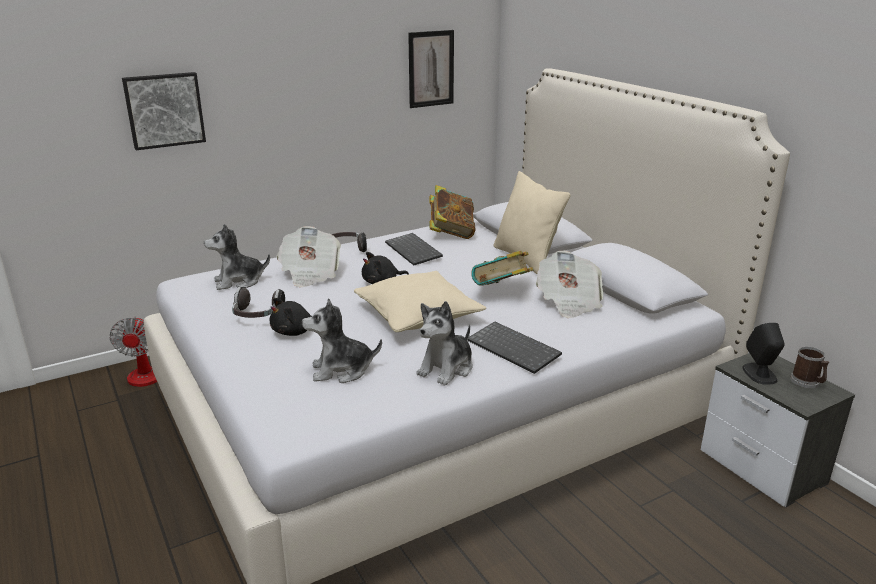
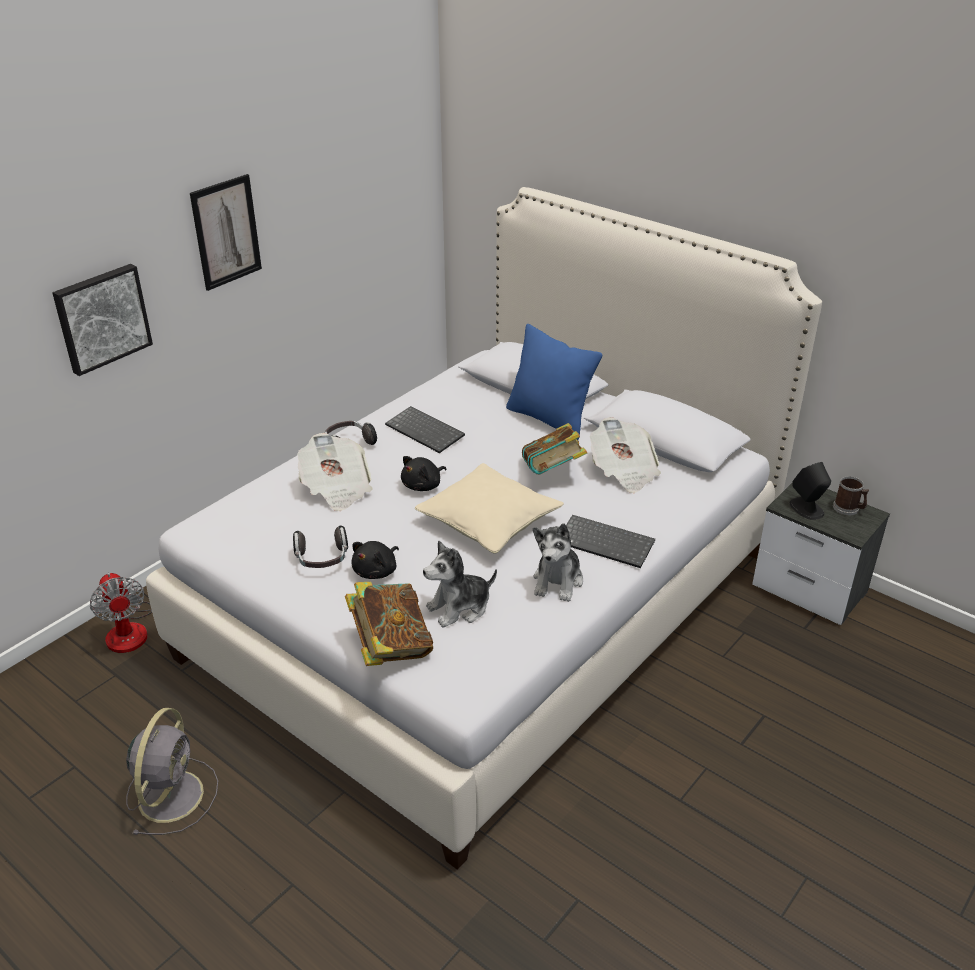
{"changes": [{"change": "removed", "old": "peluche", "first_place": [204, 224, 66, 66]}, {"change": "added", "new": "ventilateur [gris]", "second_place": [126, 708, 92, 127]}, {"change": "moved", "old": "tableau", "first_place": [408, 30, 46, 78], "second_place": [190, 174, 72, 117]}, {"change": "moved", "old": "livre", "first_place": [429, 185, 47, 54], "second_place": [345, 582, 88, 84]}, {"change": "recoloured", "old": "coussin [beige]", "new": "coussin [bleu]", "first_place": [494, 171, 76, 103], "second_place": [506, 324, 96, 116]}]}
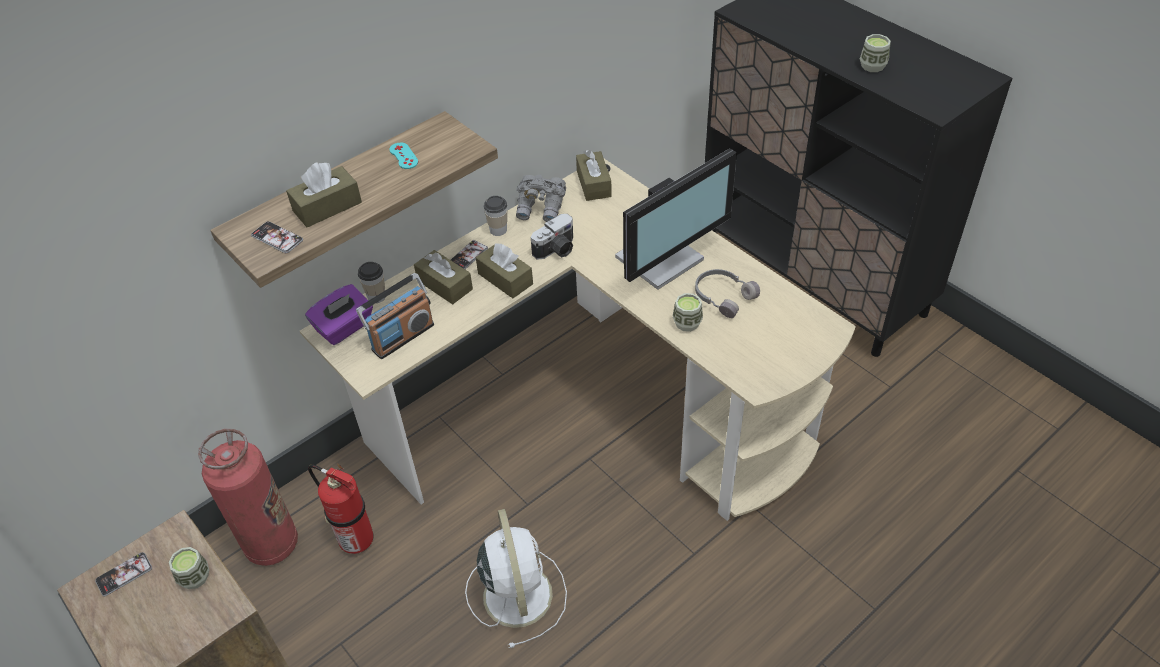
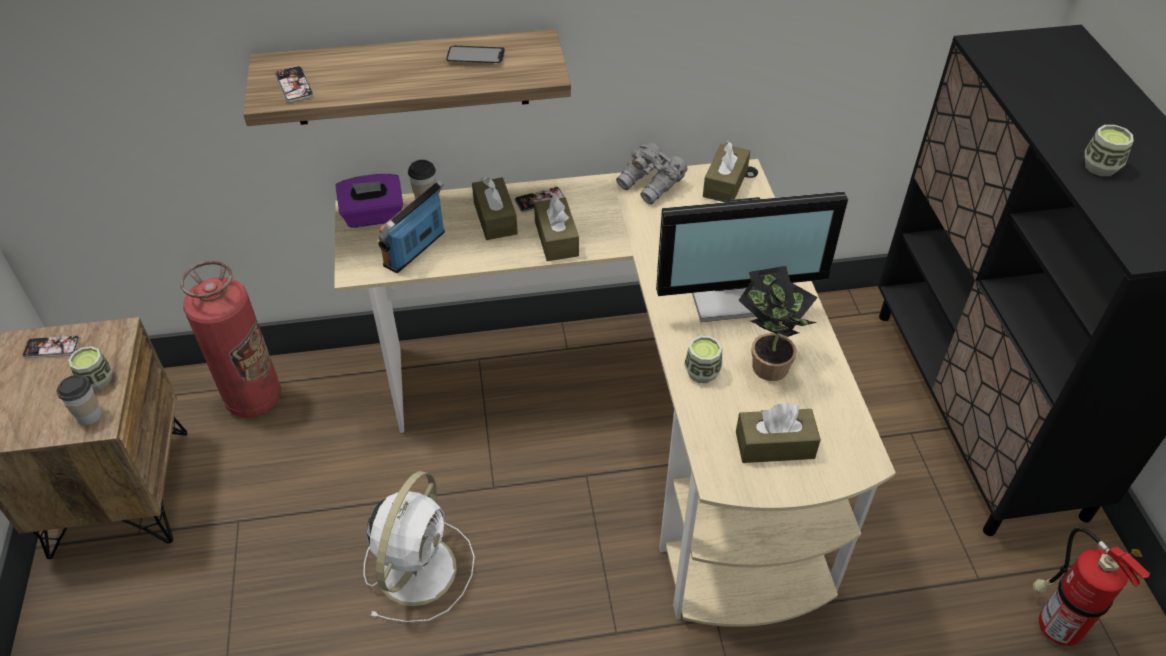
{"changes": [{"change": "removed", "old": "appareil photo", "first_place": [531, 214, 42, 46]}, {"change": "moved", "old": "boîte à mouchoirs [marron]", "first_place": [286, 162, 76, 65], "second_place": [736, 403, 85, 60]}, {"change": "moved", "old": "extincteur", "first_place": [308, 464, 65, 90], "second_place": [1033, 527, 117, 119]}, {"change": "moved", "old": "tasse", "first_place": [484, 196, 23, 40], "second_place": [57, 375, 45, 50]}, {"change": "replaced", "old": "manette [turquoise]", "new": "téléphone", "first_place": [389, 143, 29, 26], "second_place": [446, 46, 59, 17]}, {"change": "replaced", "old": "casque audio [gris]", "new": "plante en pot", "first_place": [695, 269, 65, 49], "second_place": [739, 266, 79, 115]}, {"change": "turned", "old": "radio", "first_place": [356, 273, 78, 86], "second_place": [378, 180, 67, 93], "degrees": 135}]}
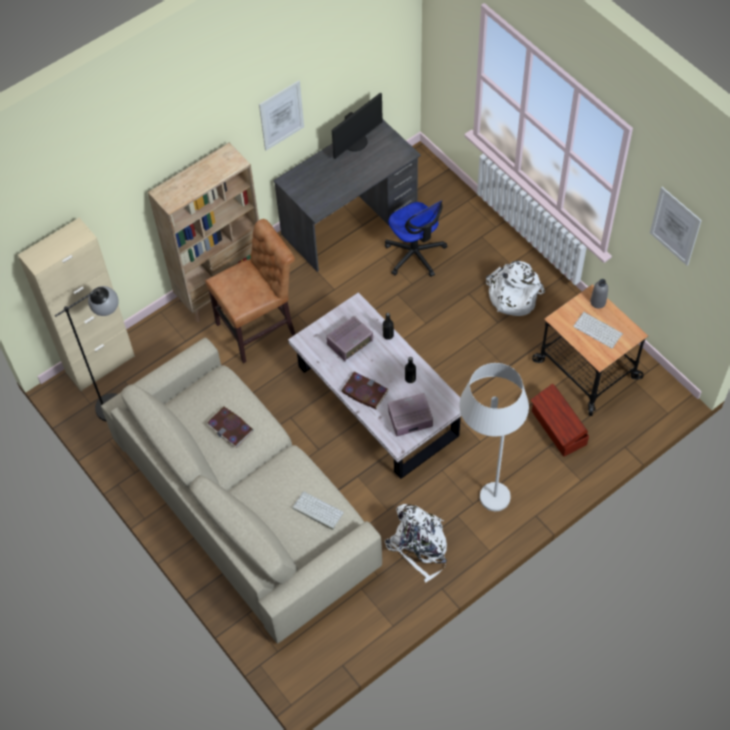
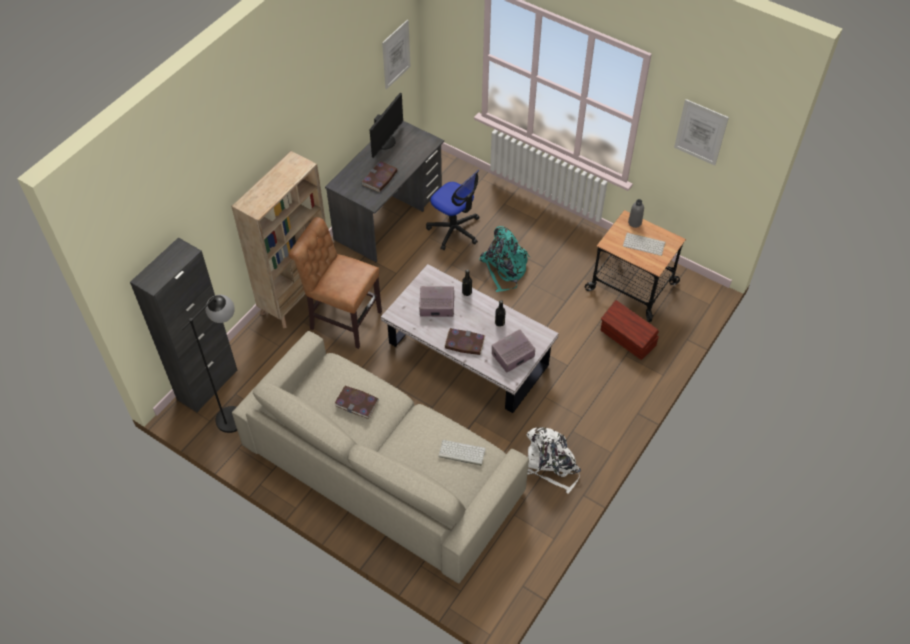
{"changes": [{"change": "removed", "old": "lampadaire [blanc]", "first_place": [459, 363, 70, 148]}, {"change": "removed", "old": "sac à dos [blanc]", "first_place": [486, 261, 59, 55]}, {"change": "added", "new": "livre", "second_place": [362, 161, 35, 31]}, {"change": "added", "new": "sac à dos [turquoise]", "second_place": [479, 226, 51, 66]}, {"change": "moved", "old": "tableau", "first_place": [259, 80, 45, 71], "second_place": [382, 20, 29, 70]}, {"change": "recoloured", "old": "meuble de rangement [beige]", "new": "meuble de rangement [noir]", "first_place": [18, 218, 117, 173], "second_place": [130, 237, 108, 176]}, {"change": "turned", "old": "chaise [marron]", "first_place": [205, 219, 90, 144], "second_place": [289, 217, 93, 132], "degrees": -105}, {"change": "turned", "old": "radio", "first_place": [326, 316, 47, 46], "second_place": [419, 286, 35, 31], "degrees": -120}]}
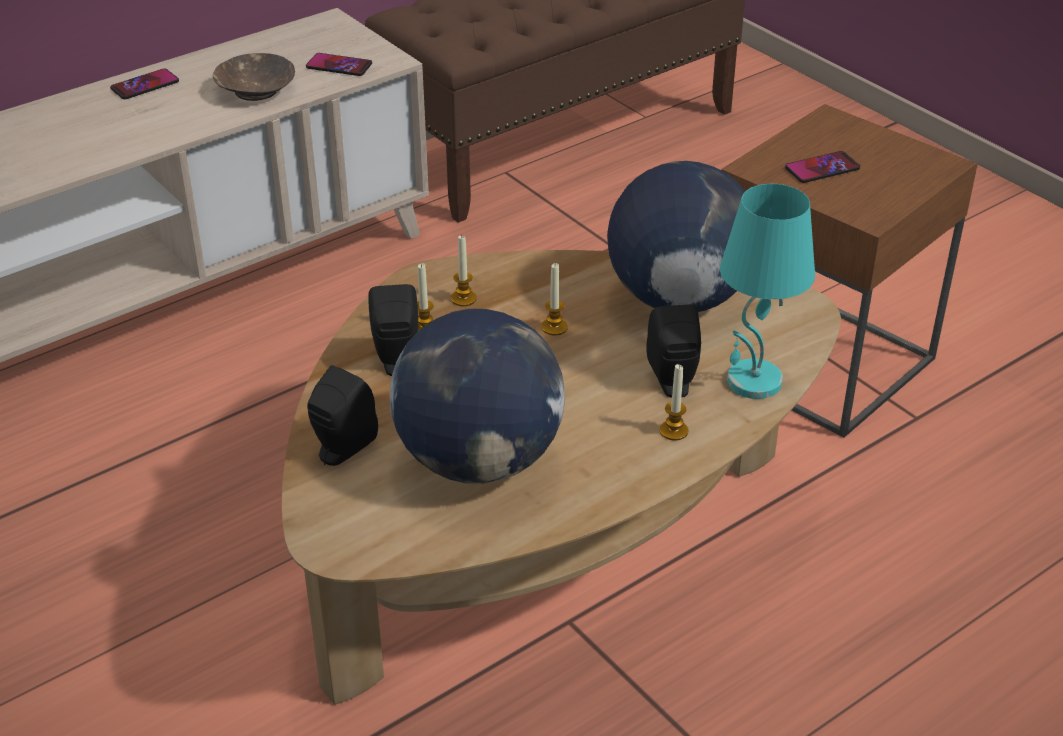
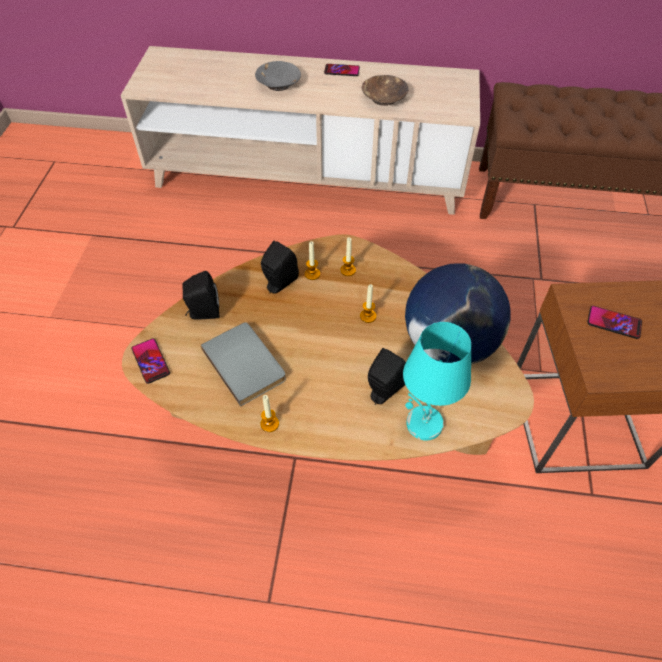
{"changes": [{"change": "added", "new": "bol [gris]", "second_place": [255, 61, 46, 30]}, {"change": "moved", "old": "téléphone", "first_place": [306, 53, 66, 23], "second_place": [131, 338, 39, 46]}, {"change": "moved", "old": "bougie", "first_place": [660, 364, 28, 76], "second_place": [261, 395, 18, 37]}, {"change": "replaced", "old": "globe", "new": "livre [gris]", "first_place": [389, 309, 176, 175], "second_place": [201, 322, 85, 84]}]}
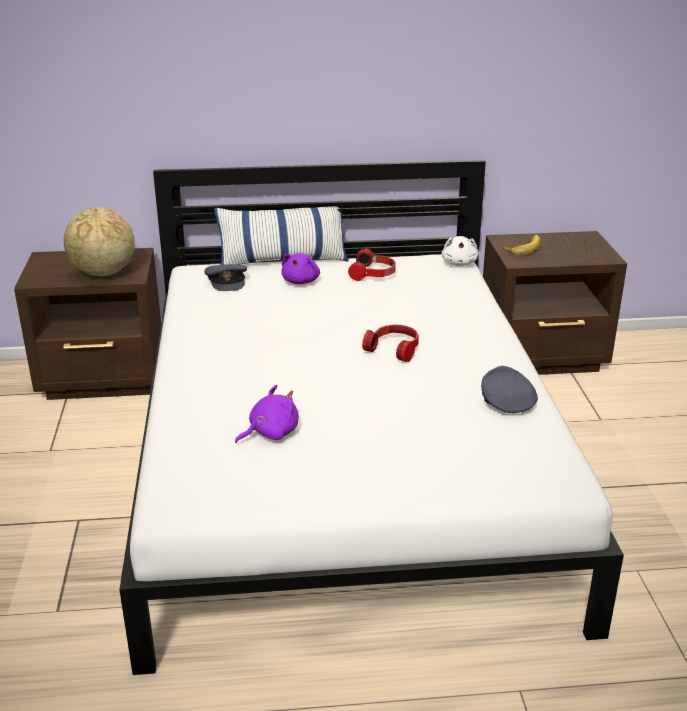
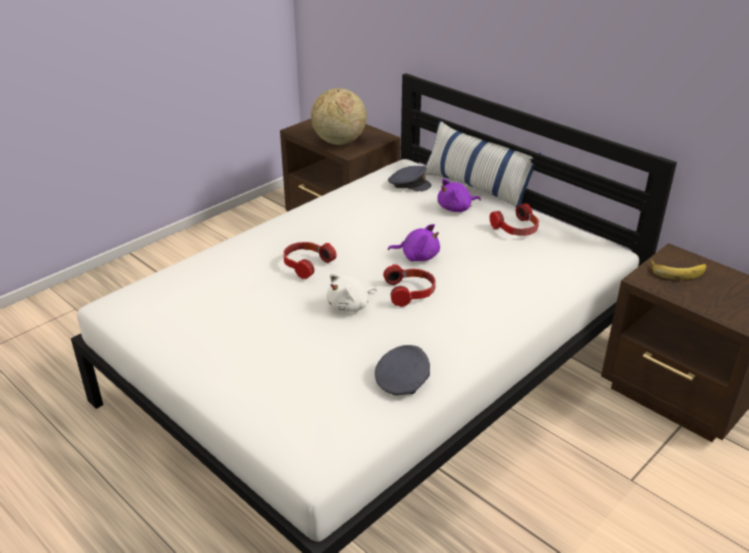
{"changes": [{"change": "added", "new": "casque audio", "second_place": [283, 242, 54, 37]}, {"change": "moved", "old": "peluche [violet]", "first_place": [235, 385, 64, 58], "second_place": [388, 224, 52, 37]}, {"change": "moved", "old": "peluche [blanc]", "first_place": [441, 236, 38, 30], "second_place": [326, 273, 51, 39]}, {"change": "turned", "old": "casquette [gris]", "first_place": [204, 264, 43, 27], "second_place": [388, 166, 43, 25], "degrees": -105}]}
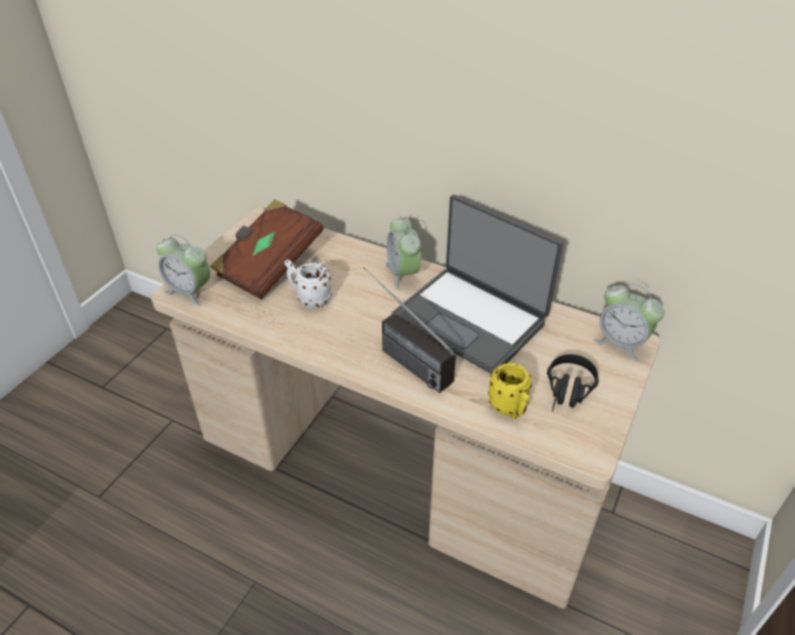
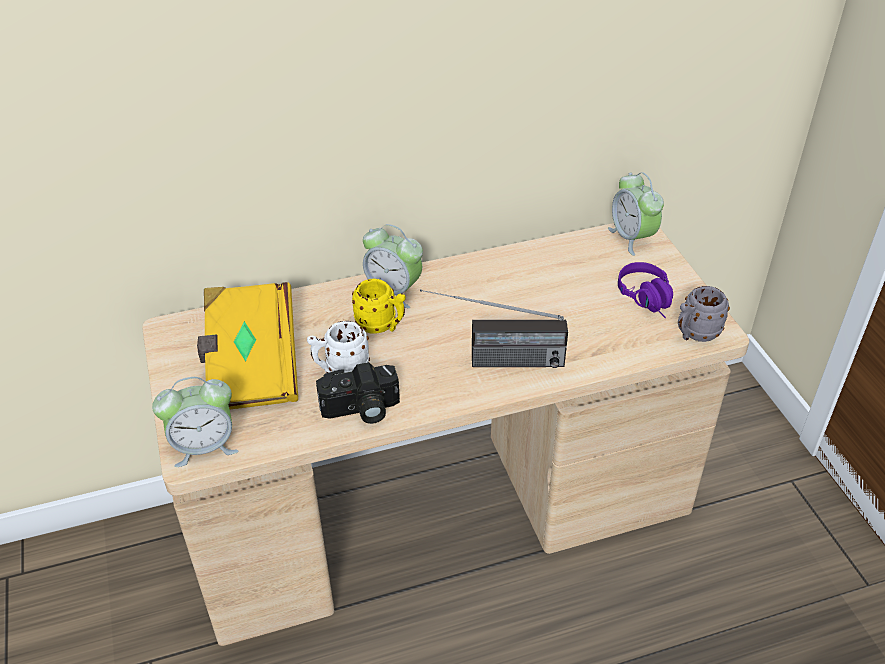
{"changes": [{"change": "removed", "old": "ordinateur portable", "first_place": [391, 195, 172, 179]}, {"change": "added", "new": "appareil photo", "second_place": [316, 362, 84, 62]}, {"change": "added", "new": "mug [gris]", "second_place": [678, 286, 52, 56]}, {"change": "moved", "old": "mug [jaune]", "first_place": [488, 363, 44, 57], "second_place": [352, 279, 54, 55]}, {"change": "recoloured", "old": "livre [marron]", "new": "livre [jaune]", "first_place": [210, 199, 114, 100], "second_place": [197, 282, 101, 127]}, {"change": "recoloured", "old": "casque audio [noir]", "new": "casque audio [violet]", "first_place": [547, 354, 52, 58], "second_place": [618, 262, 55, 56]}, {"change": "turned", "old": "réveil", "first_place": [594, 284, 70, 78], "second_place": [608, 172, 56, 84], "degrees": 75}]}
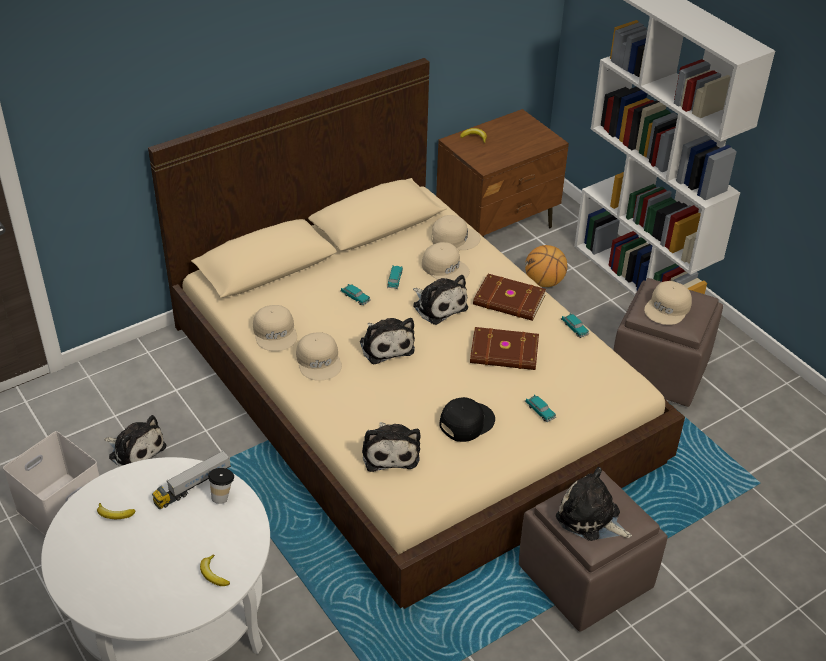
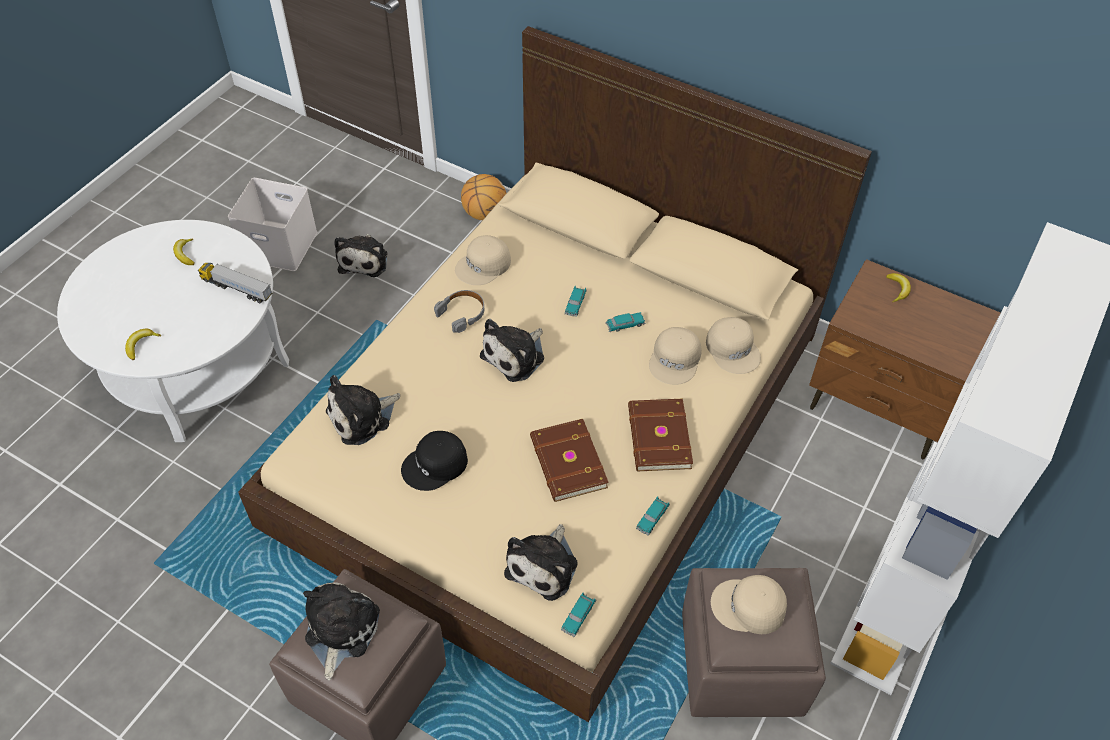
{"changes": [{"change": "removed", "old": "tasse", "first_place": [208, 468, 26, 36]}, {"change": "moved", "old": "peluche", "first_place": [413, 275, 55, 50], "second_place": [504, 524, 74, 77]}, {"change": "moved", "old": "ballon de basket", "first_place": [525, 245, 42, 42], "second_place": [461, 174, 45, 46]}, {"change": "moved", "old": "petite voiture", "first_place": [525, 394, 31, 28], "second_place": [561, 592, 35, 45]}, {"change": "replaced", "old": "casquette [beige]", "new": "casque audio [gris]", "first_place": [296, 332, 46, 49], "second_place": [434, 290, 50, 43]}, {"change": "turned", "old": "casquette [noir]", "first_place": [439, 397, 56, 45], "second_place": [401, 431, 67, 60], "degrees": 120}]}
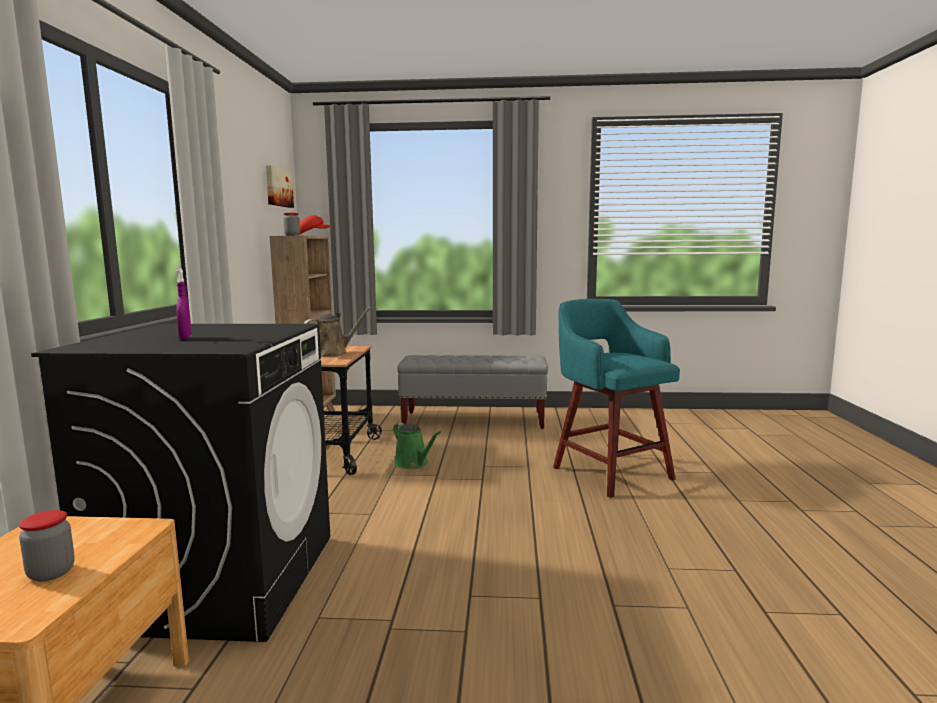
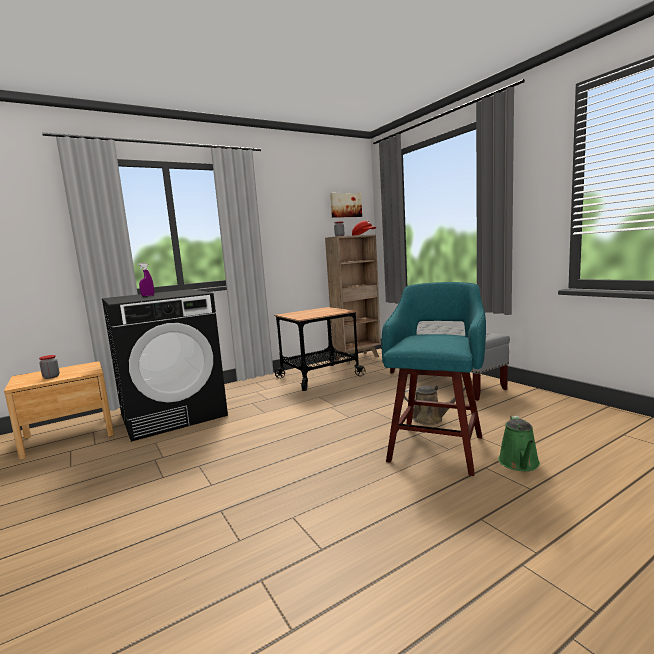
{"changes": [{"change": "moved", "old": "arrosoir [marron]", "first_place": [303, 307, 69, 50], "second_place": [404, 385, 61, 40]}, {"change": "moved", "old": "arrosoir [vert]", "first_place": [393, 423, 48, 46], "second_place": [498, 416, 42, 55]}]}
